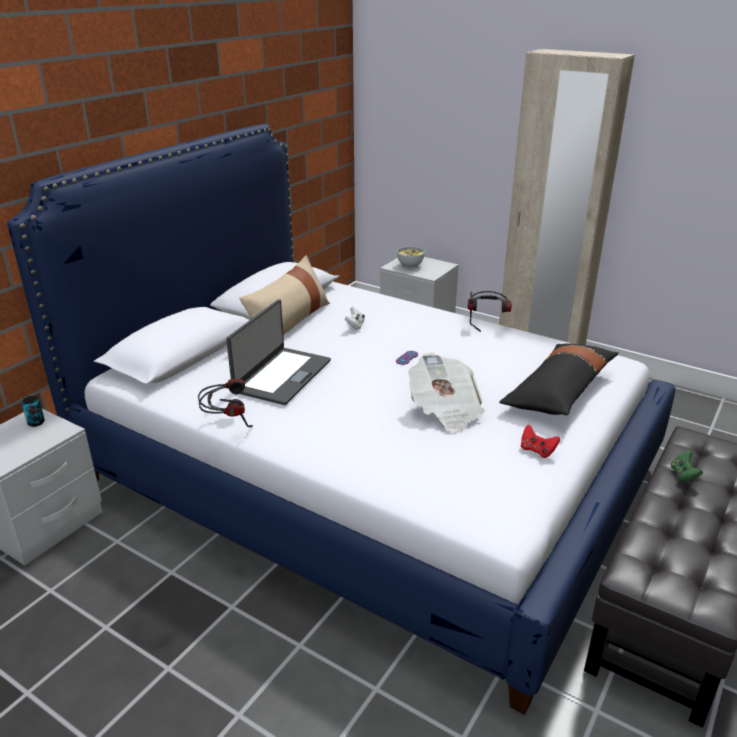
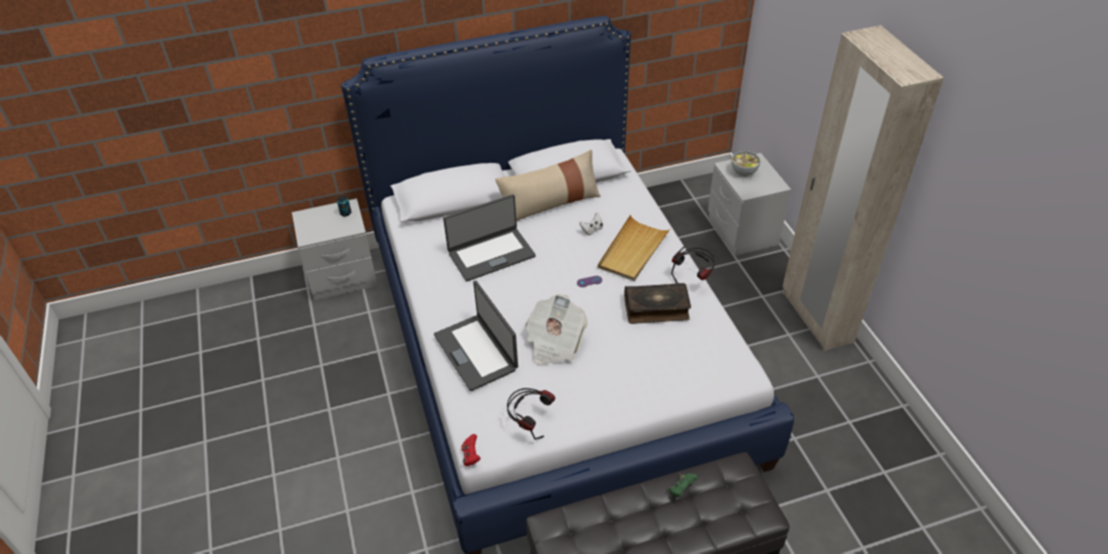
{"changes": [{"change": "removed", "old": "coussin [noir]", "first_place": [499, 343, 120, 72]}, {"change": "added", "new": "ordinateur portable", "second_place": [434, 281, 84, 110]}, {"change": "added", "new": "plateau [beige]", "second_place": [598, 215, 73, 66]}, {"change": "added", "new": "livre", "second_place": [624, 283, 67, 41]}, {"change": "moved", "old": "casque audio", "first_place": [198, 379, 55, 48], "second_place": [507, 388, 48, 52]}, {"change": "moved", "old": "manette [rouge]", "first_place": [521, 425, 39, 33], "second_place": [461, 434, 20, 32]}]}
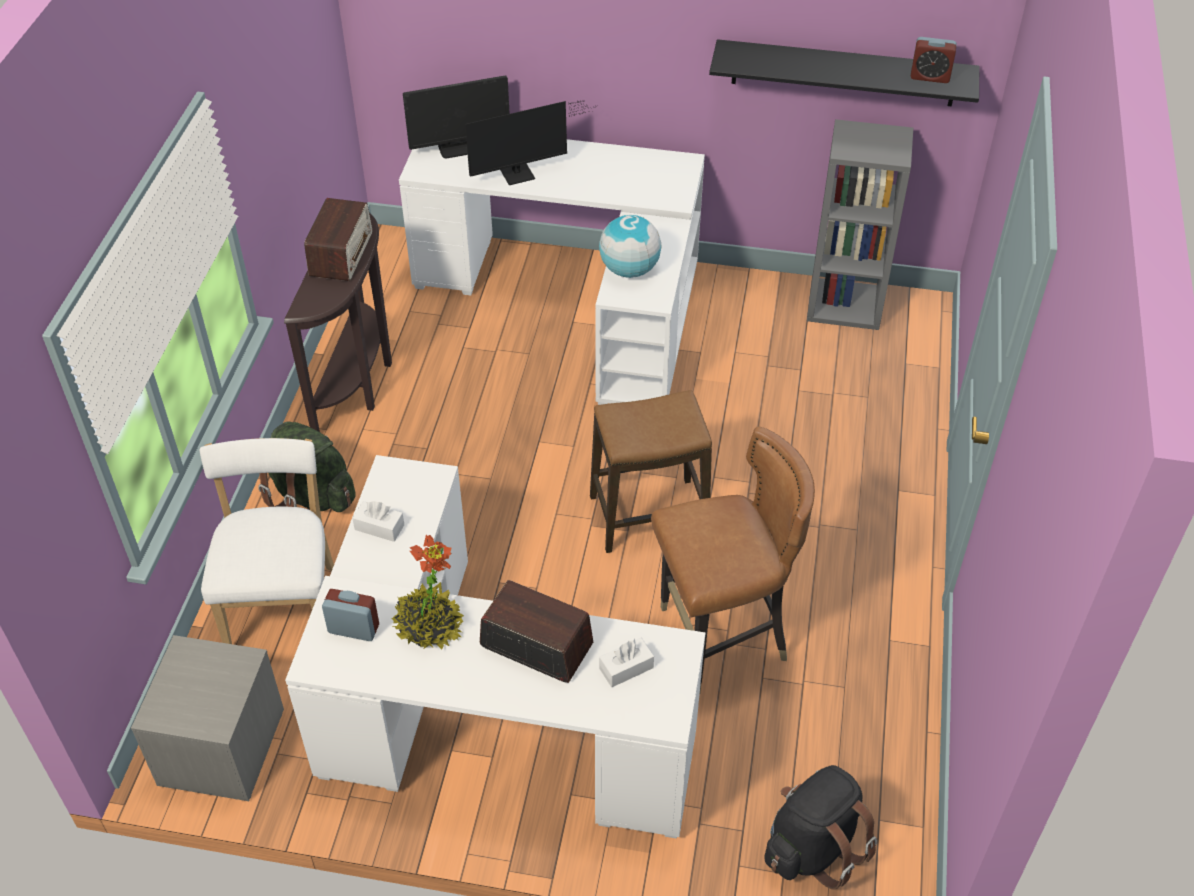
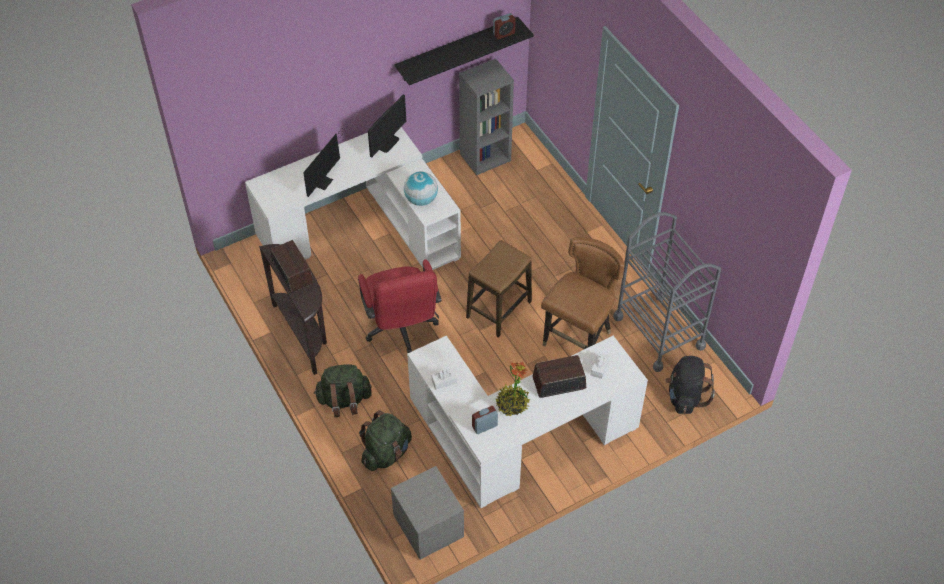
{"changes": [{"change": "added", "new": "chaise de bureau [rouge]", "second_place": [358, 259, 83, 94]}, {"change": "added", "new": "chariot [gris]", "second_place": [613, 212, 108, 160]}, {"change": "moved", "old": "écran d'ordinateur", "first_place": [403, 75, 107, 84], "second_place": [368, 95, 38, 62]}, {"change": "replaced", "old": "chaise [blanc]", "new": "sac à dos [vert]", "first_place": [200, 438, 134, 206], "second_place": [359, 410, 53, 61]}]}
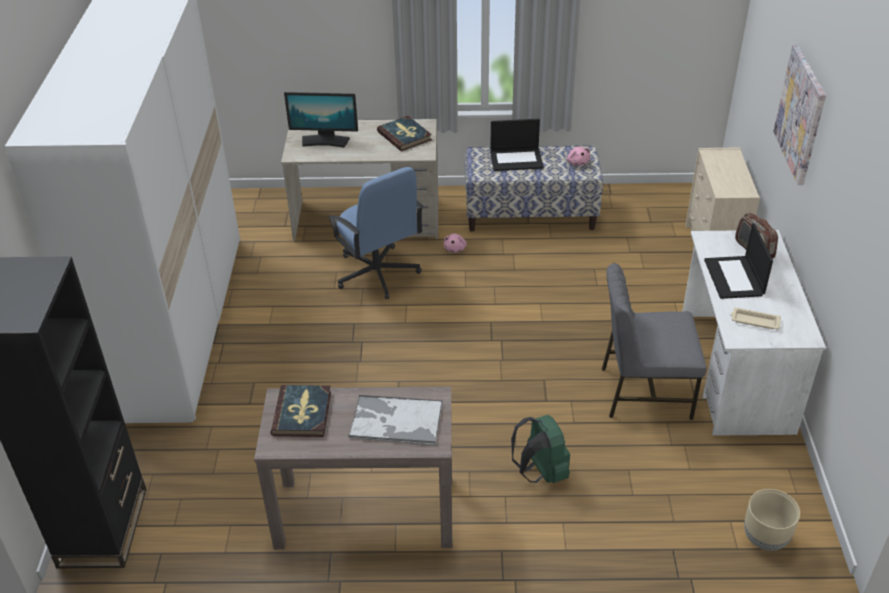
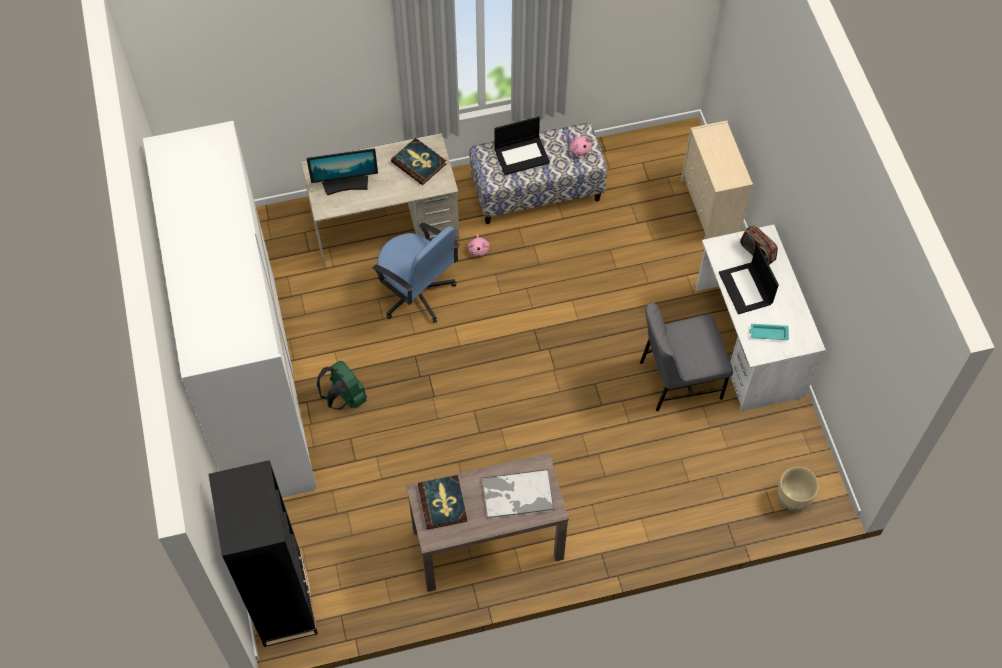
{"changes": [{"change": "removed", "old": "tableau", "first_place": [773, 45, 53, 140]}, {"change": "moved", "old": "sac à dos [vert]", "first_place": [511, 415, 59, 68], "second_place": [317, 361, 50, 49]}, {"change": "recoloured", "old": "plateau [beige]", "new": "plateau [turquoise]", "first_place": [730, 308, 51, 21], "second_place": [749, 324, 40, 16]}]}
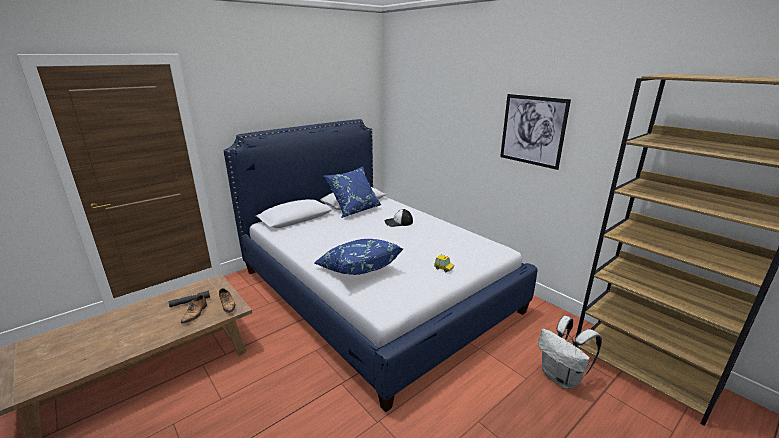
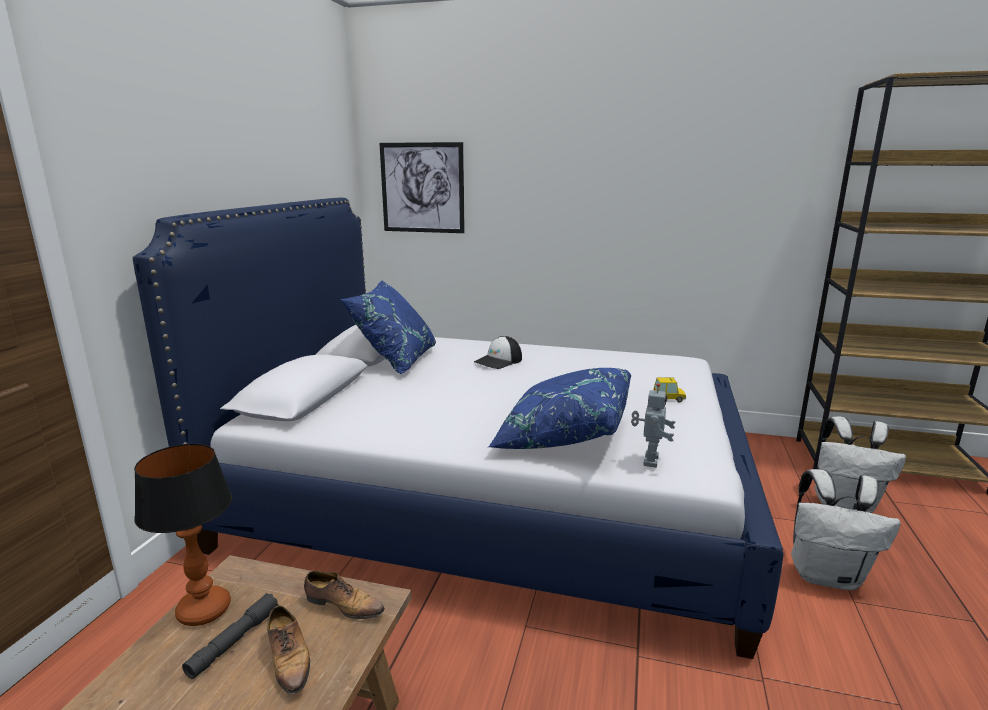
{"changes": [{"change": "added", "new": "lampe de table", "second_place": [134, 444, 98, 182]}, {"change": "added", "new": "robot jouet", "second_place": [631, 383, 45, 85]}, {"change": "added", "new": "sac à dos [blanc]", "second_place": [791, 469, 109, 121]}, {"change": "moved", "old": "tableau", "first_place": [500, 94, 71, 76], "second_place": [379, 142, 86, 91]}]}
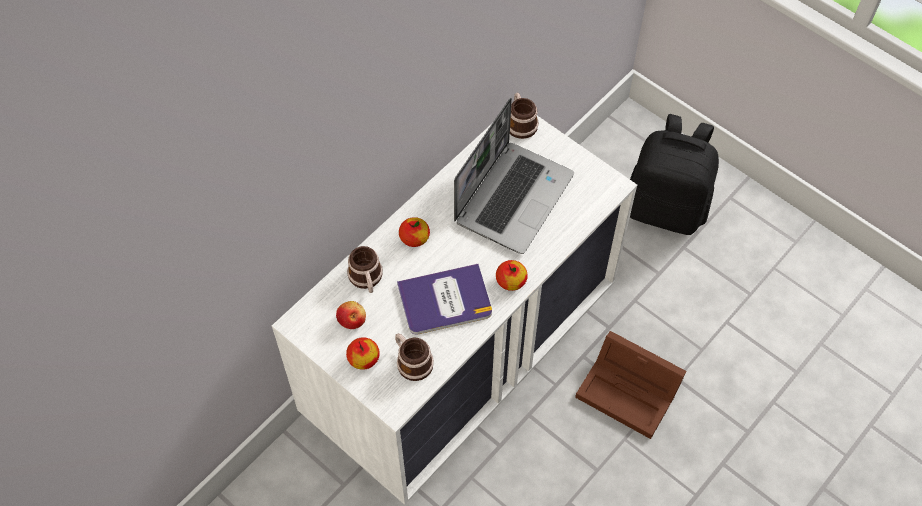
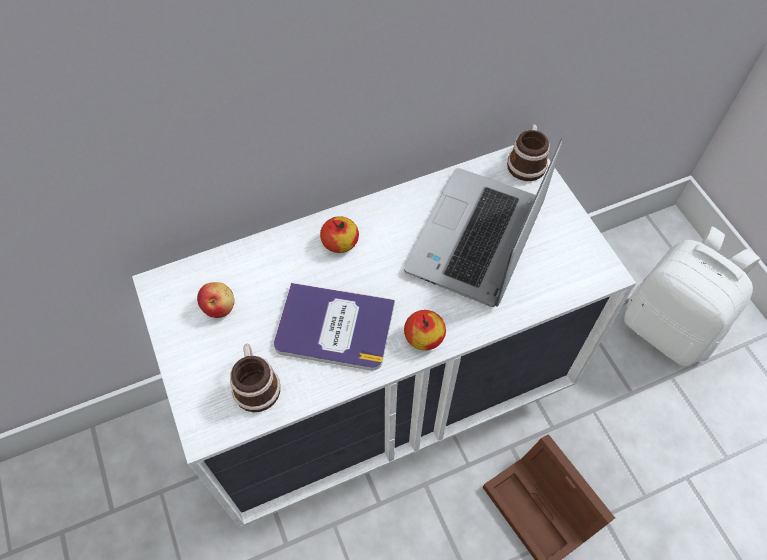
{"changes": [{"change": "removed", "old": "pomme", "first_place": [346, 337, 34, 33]}, {"change": "removed", "old": "mug", "first_place": [347, 246, 36, 47]}, {"change": "recoloured", "old": "sac à dos [noir]", "new": "sac à dos [blanc]", "first_place": [630, 114, 89, 121], "second_place": [624, 226, 136, 140]}, {"change": "turned", "old": "ordinateur portable", "first_place": [454, 98, 120, 156], "second_place": [404, 138, 158, 169], "degrees": 150}]}
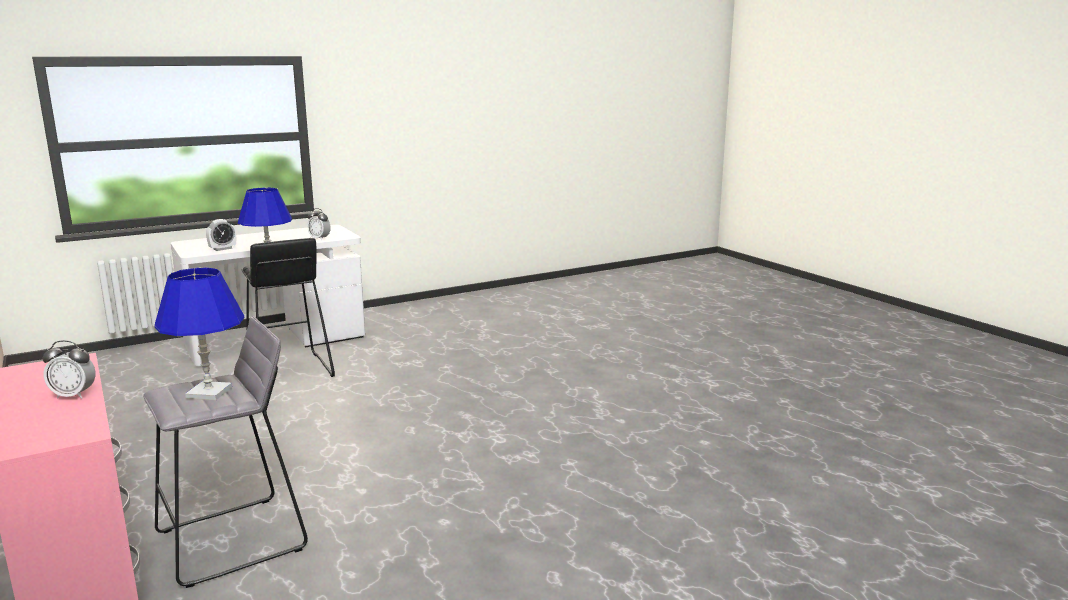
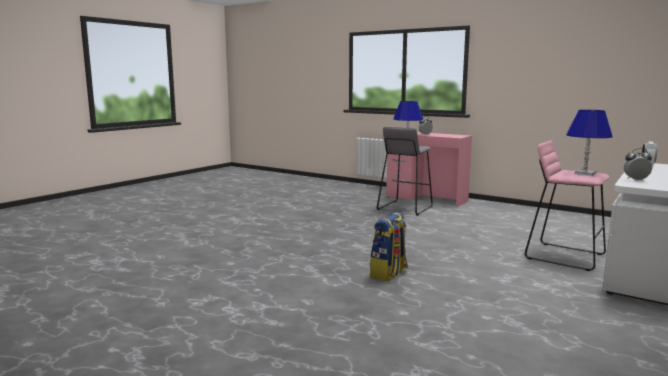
{"changes": [{"change": "added", "new": "sac à dos", "second_place": [370, 212, 38, 69]}, {"change": "recoloured", "old": "tabouret [noir]", "new": "tabouret [rose]", "first_place": [242, 238, 93, 139], "second_place": [525, 140, 84, 131]}]}
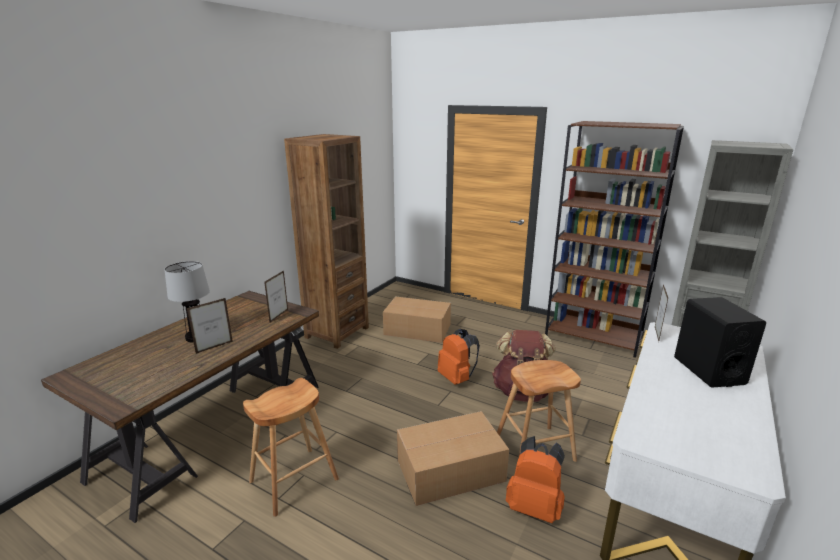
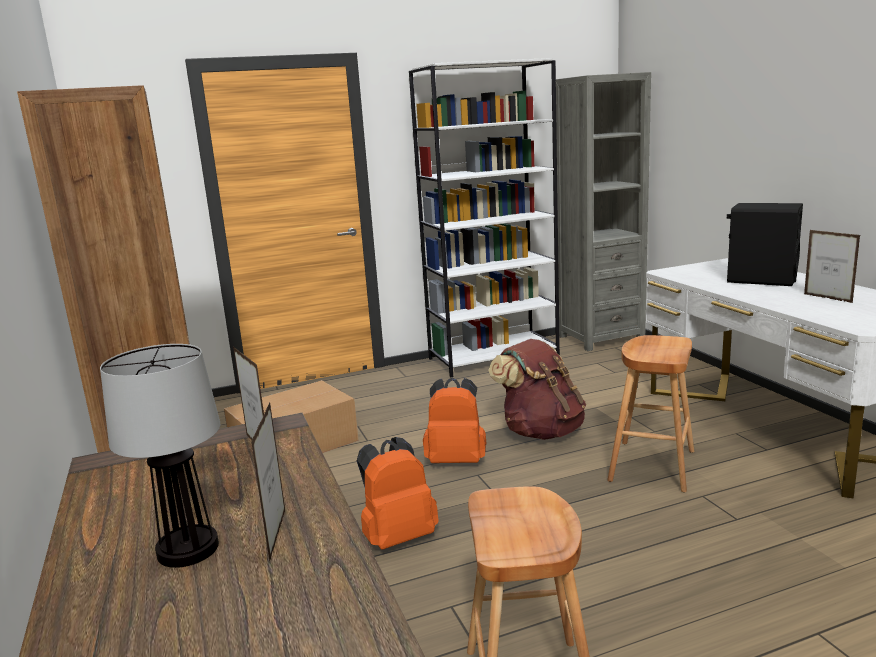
{"changes": [{"change": "removed", "old": "carton", "first_place": [397, 411, 112, 95]}, {"change": "moved", "old": "sac à dos [orange]", "first_place": [506, 436, 59, 87], "second_place": [357, 437, 82, 113]}, {"change": "moved", "old": "cadre photo", "first_place": [655, 284, 13, 57], "second_place": [804, 230, 56, 73]}, {"change": "recoloured", "old": "bibliothèque [marron]", "new": "bibliothèque [blanc]", "first_place": [545, 121, 139, 237], "second_place": [409, 58, 151, 319]}]}
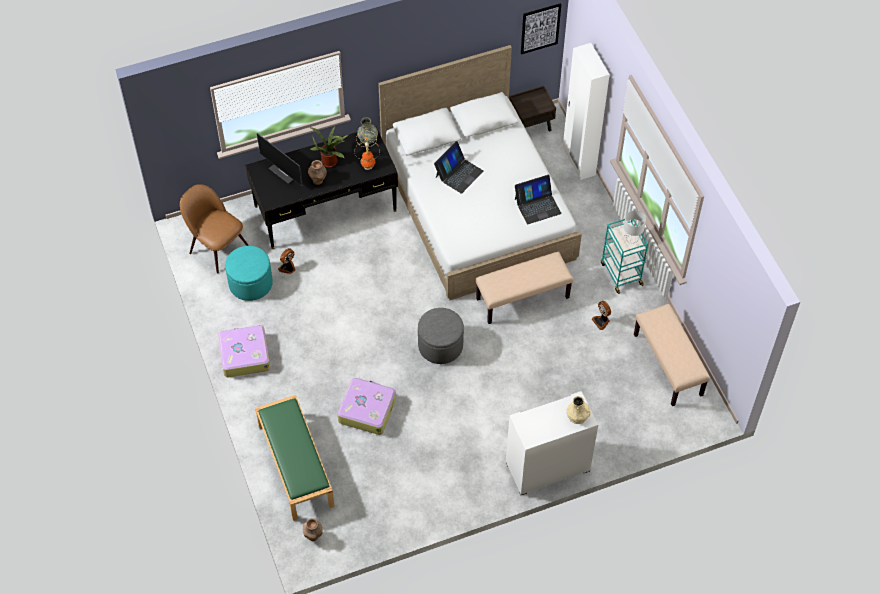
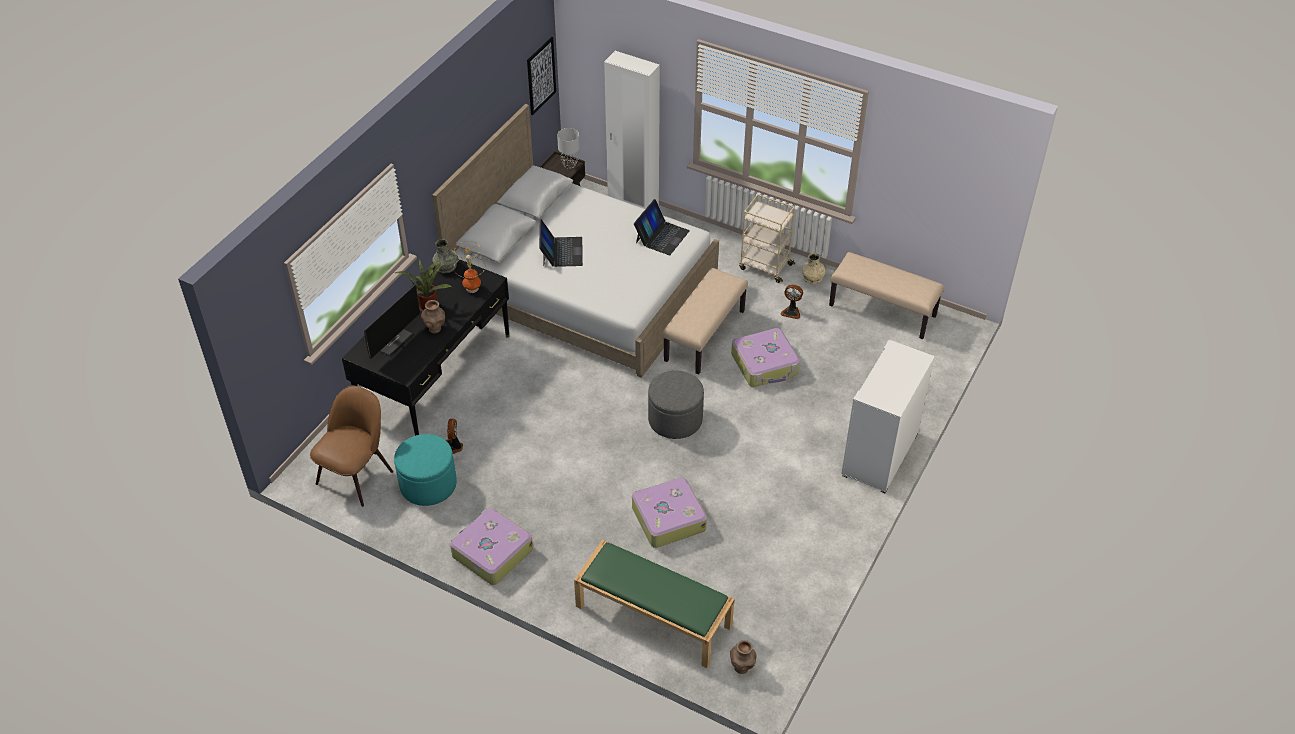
{"changes": [{"change": "added", "new": "valise", "second_place": [731, 328, 69, 59]}, {"change": "moved", "old": "vase [beige]", "first_place": [566, 396, 25, 28], "second_place": [802, 253, 23, 31]}, {"change": "moved", "old": "lampe de table [gris]", "first_place": [624, 210, 22, 34], "second_place": [557, 128, 23, 41]}, {"change": "recoloured", "old": "chariot [turquoise]", "new": "chariot [beige]", "first_place": [601, 219, 47, 75], "second_place": [739, 194, 56, 89]}, {"change": "turned", "old": "chaise [marron]", "first_place": [180, 184, 68, 90], "second_place": [310, 386, 83, 121], "degrees": 120}, {"change": "turned", "old": "écran d'ordinateur", "first_place": [257, 133, 45, 53], "second_place": [364, 284, 56, 75], "degrees": -60}]}
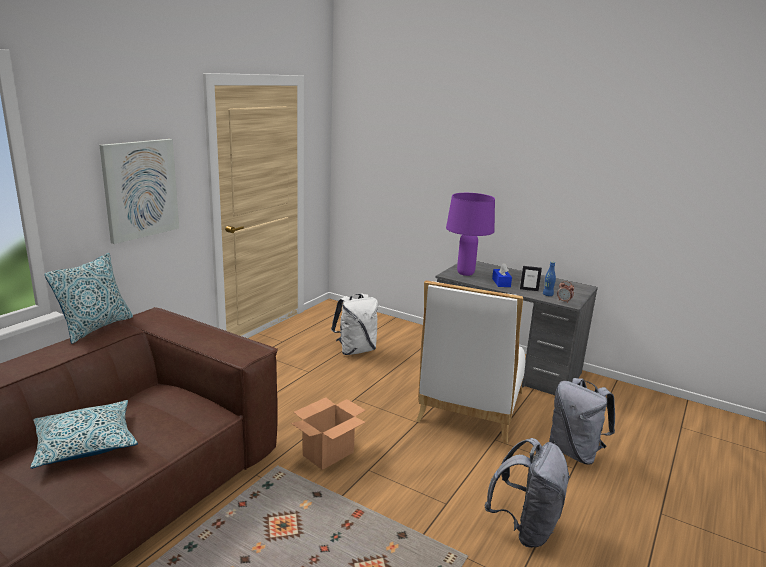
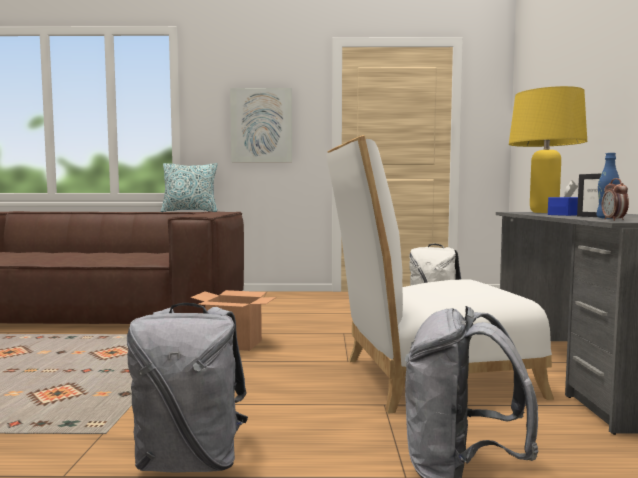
{"changes": [{"change": "removed", "old": "coussin", "first_place": [30, 400, 108, 69]}, {"change": "recoloured", "old": "lampe de table [violet]", "new": "lampe de table [jaune]", "first_place": [446, 193, 49, 83], "second_place": [509, 86, 78, 127]}]}
